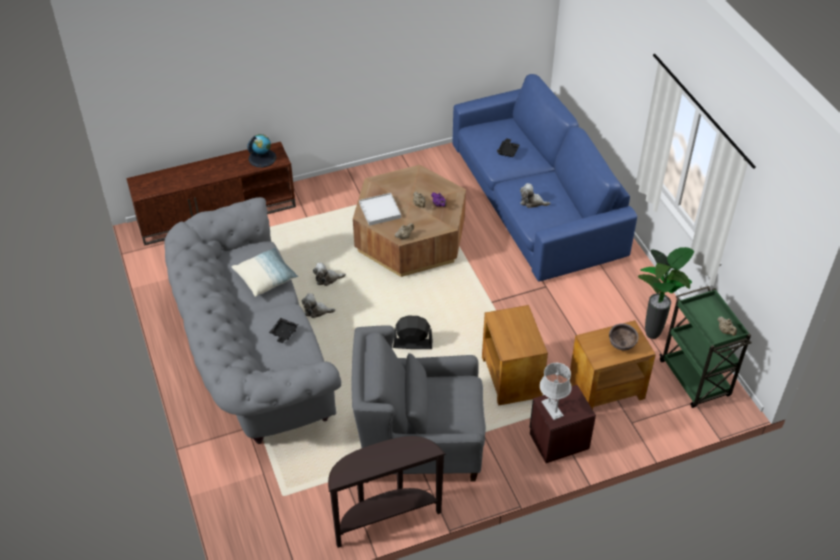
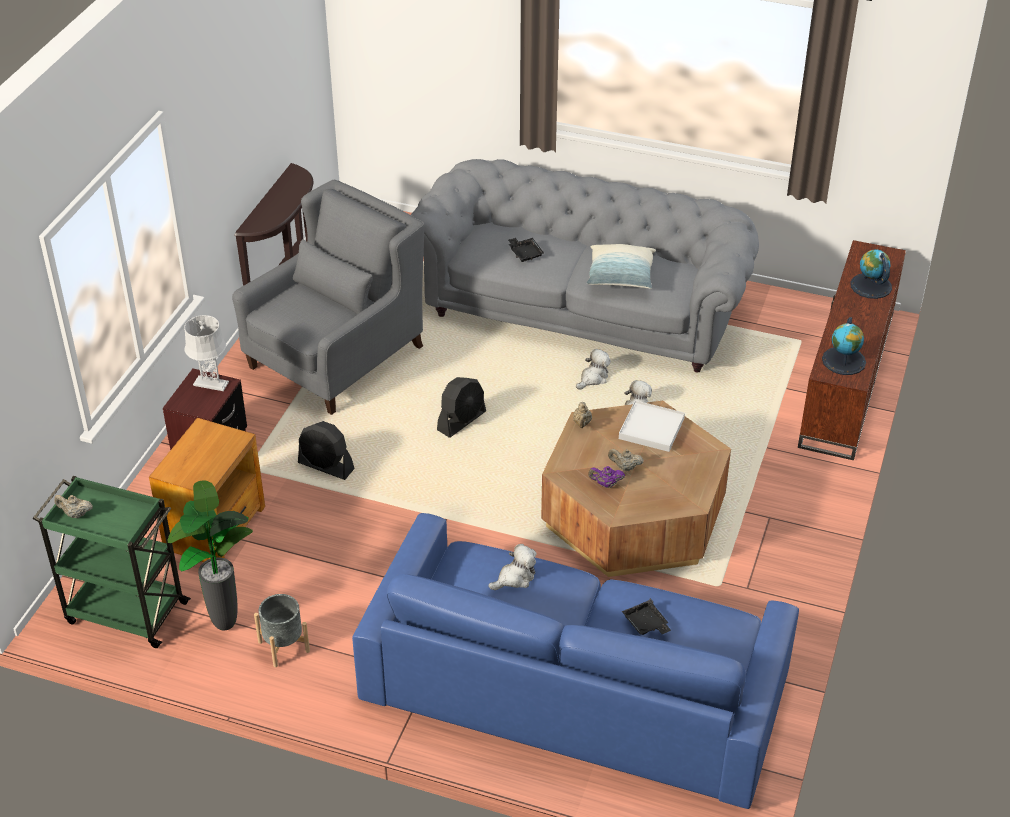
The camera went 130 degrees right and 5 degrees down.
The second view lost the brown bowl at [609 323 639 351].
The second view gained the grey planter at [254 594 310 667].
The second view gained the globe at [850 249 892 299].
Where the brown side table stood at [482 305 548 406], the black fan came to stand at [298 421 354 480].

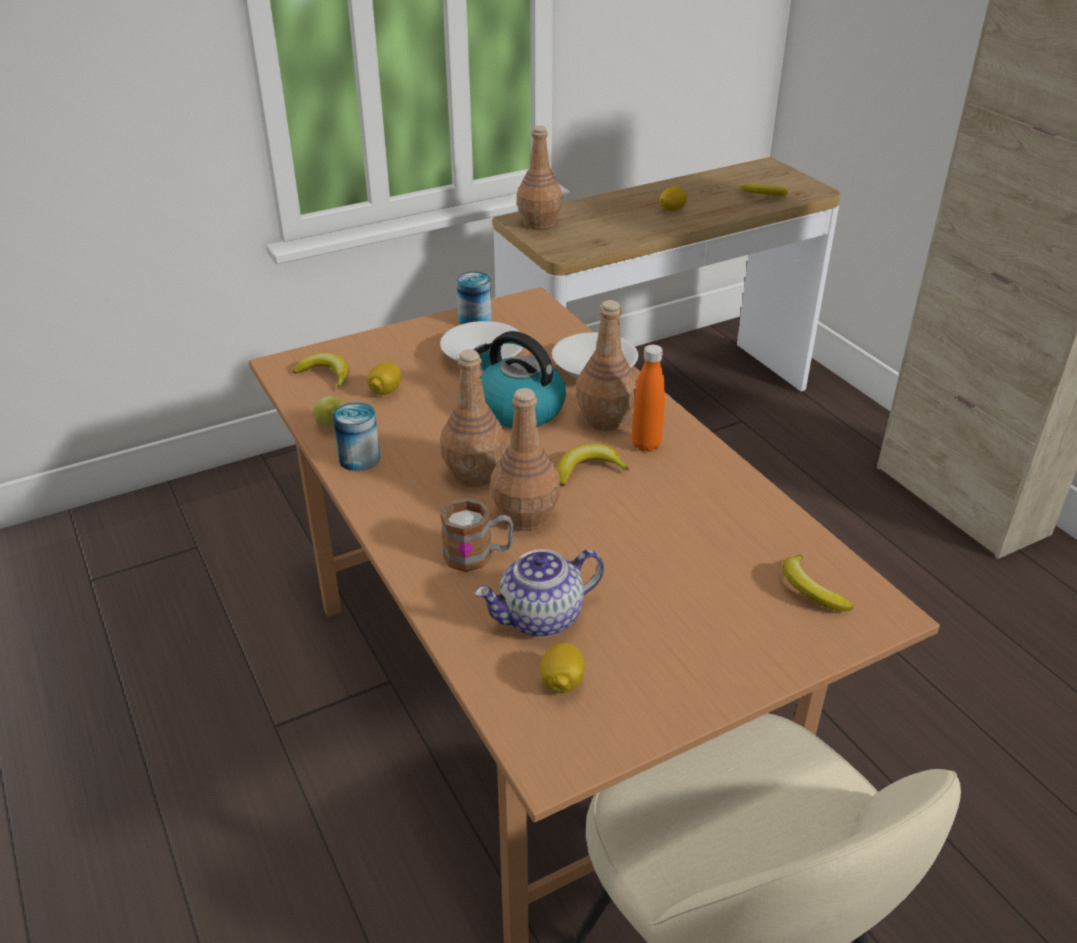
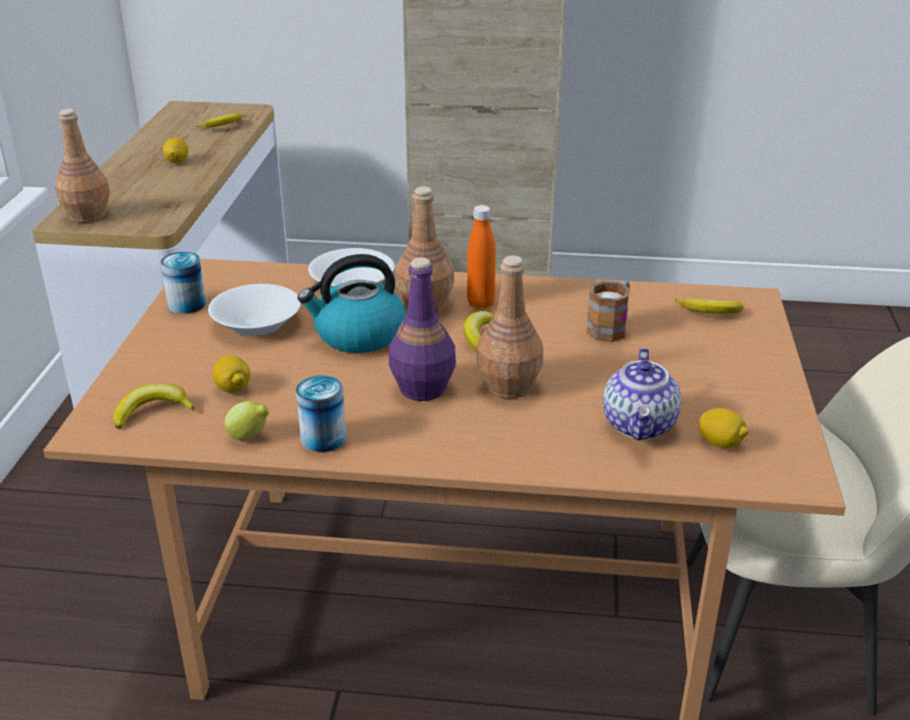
The camera went 55 degrees left and 5 degrees down.
The mug ended up elsewhere, having gone from [440 498 514 572] to [586 281 630 342].
What was the brown bottle at [440 349 507 487] turned into the purple bottle at [389 258 456 401].

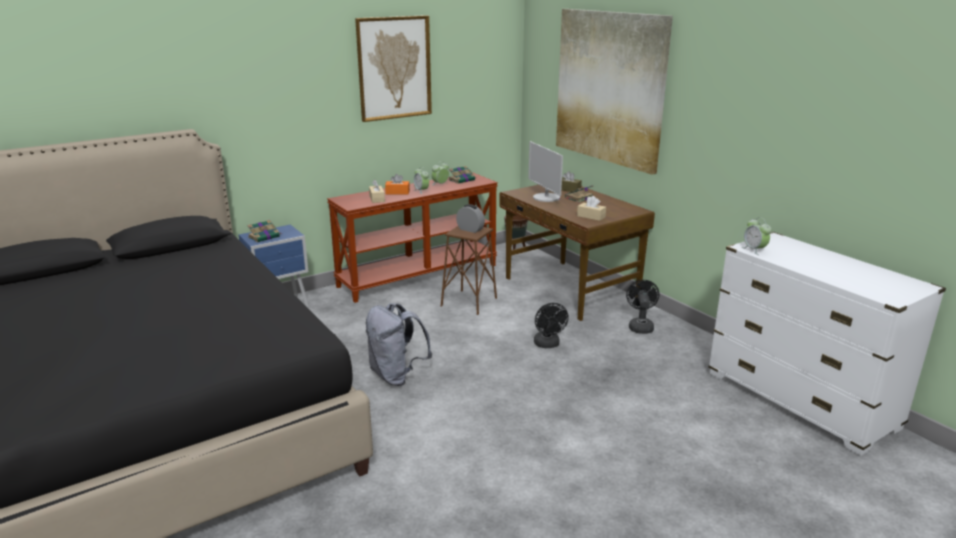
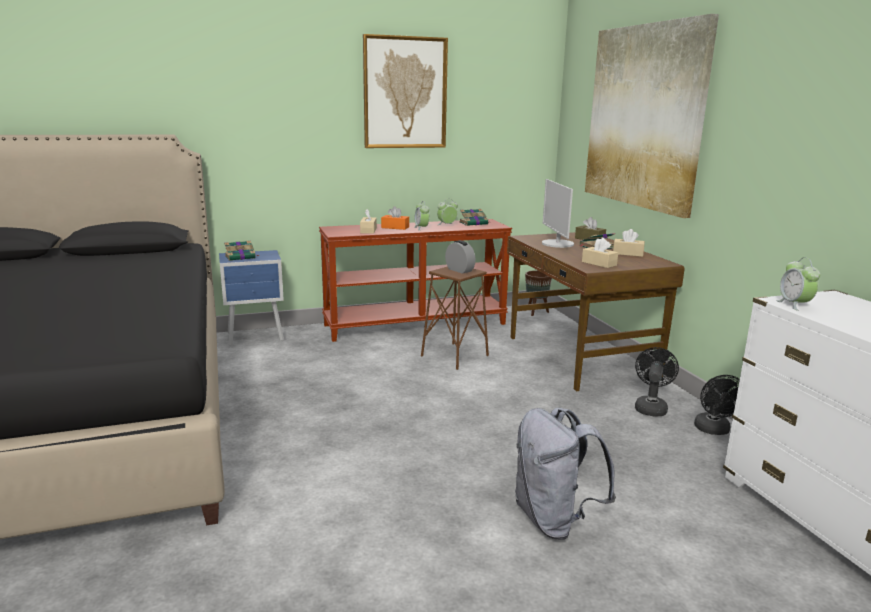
The camera went 15 degrees right and 5 degrees down.
The second view gained the beige tissue box at [613 229 645 257].
The grey backpack ended up elsewhere, having gone from [366 303 432 386] to [515 407 616 540].
The black fan ended up elsewhere, having gone from [534 303 569 348] to [694 375 740 435].

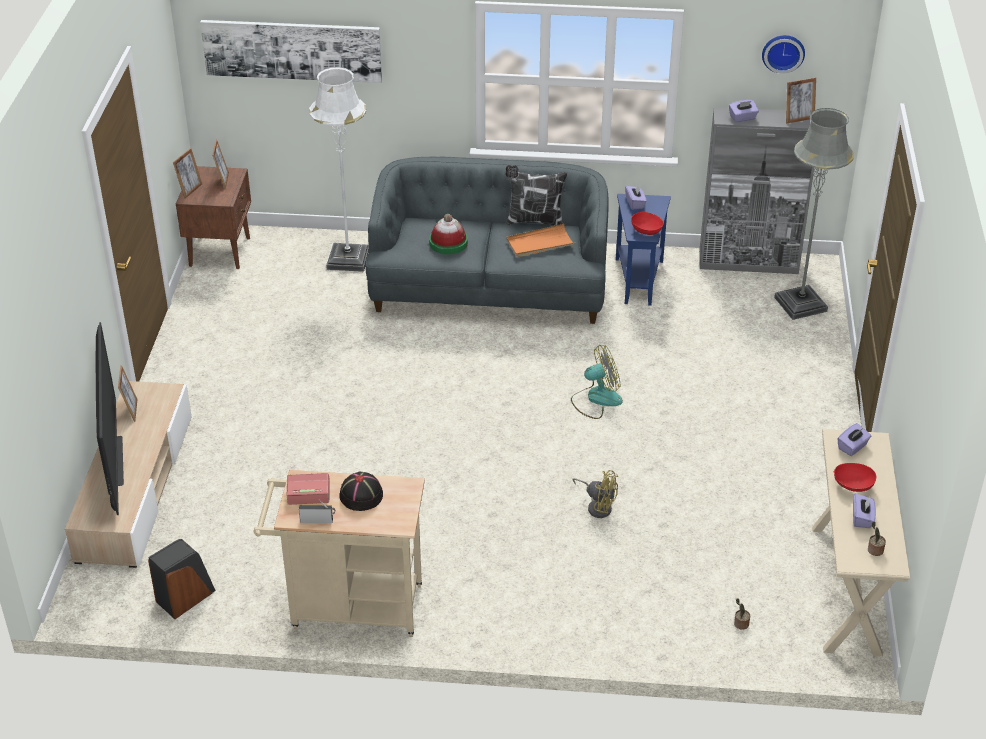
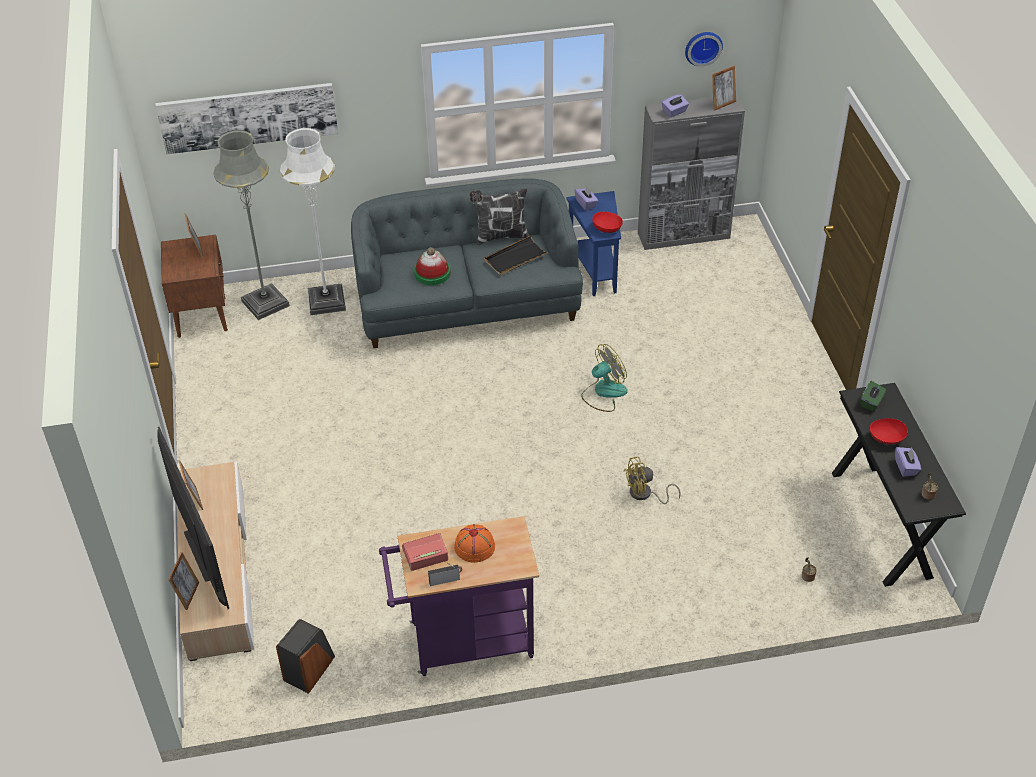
The camera went 15 degrees left and 5 degrees up.
The picture frame ended up elsewhere, having gone from [173 148 202 199] to [168 552 199 610].
The grey floor lamp ended up elsewhere, having gone from [774 108 854 320] to [213 130 290 320].
What was the beige cart at [253 470 425 637] turned into the purple cart at [379 516 539 676].
What was the black hat at [339 472 383 511] turned into the orange hat at [454 524 495 563].
What was the orange tray at [506 224 576 257] turned into the black tray at [484 235 549 276].
What was the beige console table at [812 429 910 657] turned into the black console table at [832 383 966 587].
What was the purple tissue box at [838 423 871 456] turned into the green tissue box at [860 381 886 411].
The yellow fan at [573 470 618 518] ended up facing another way, 150 degrees clockwise from before.

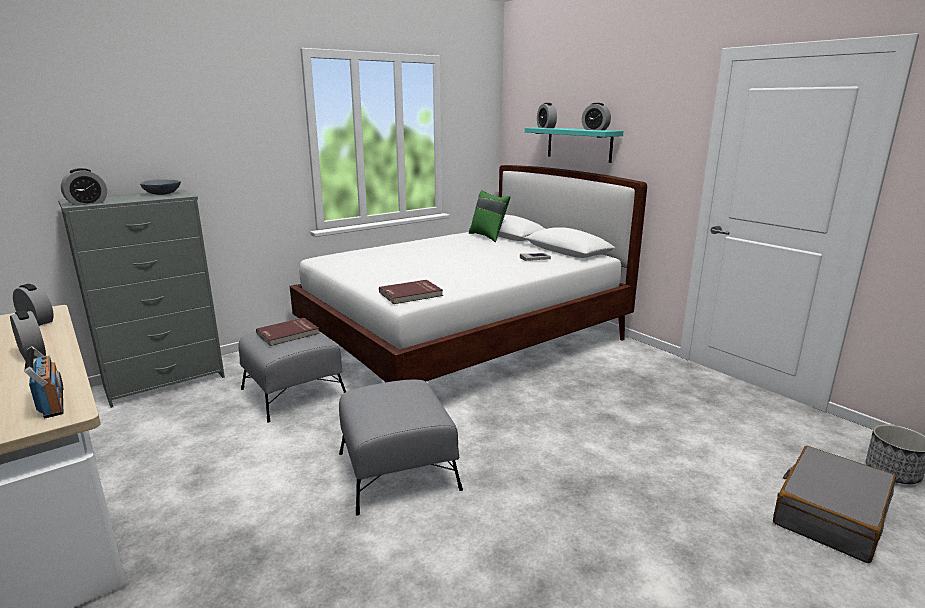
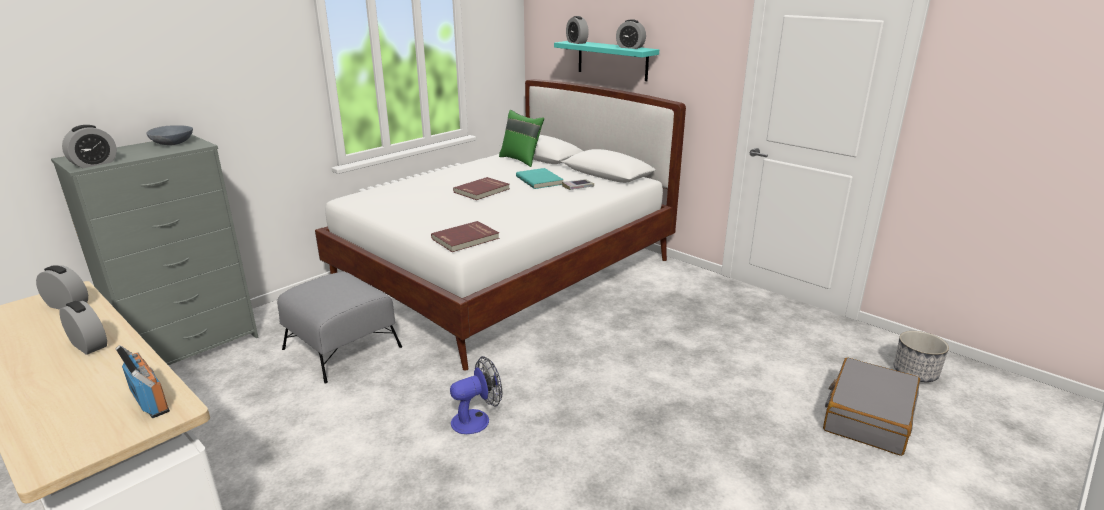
The camera went 10 degrees left and 5 degrees up.
The second view gained the turquoise book at [516 168 564 189].
The red book ended up elsewhere, having gone from [256 318 319 346] to [453 177 510 200].
Where the grey ottoman stood at [339 380 463 516], the fan came to stand at [450 356 503 434].

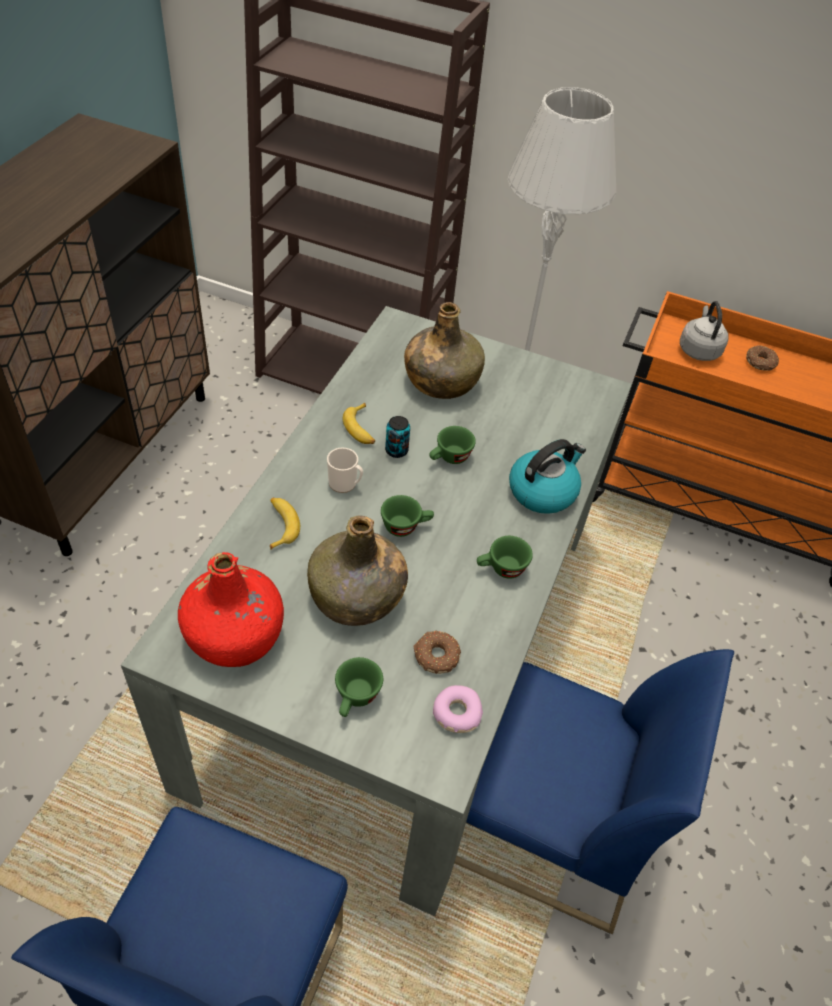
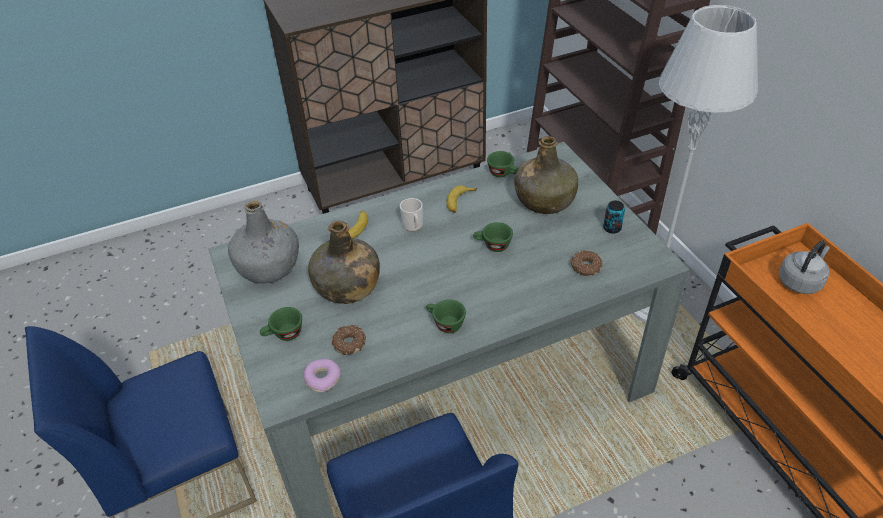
The camera went 50 degrees right and 5 degrees down.
The second view lost the kettle at [509 439 586 514].
The green cup ended up elsewhere, having gone from [381 495 434 537] to [487 151 518 177].
The can ended up elsewhere, having gone from [385 416 410 458] to [603 200 625 234].
The donut ended up elsewhere, having gone from [746 345 779 371] to [570 250 602 276].
What was the red bottle at [178 552 284 667] turned into the grey bottle at [228 200 299 284].

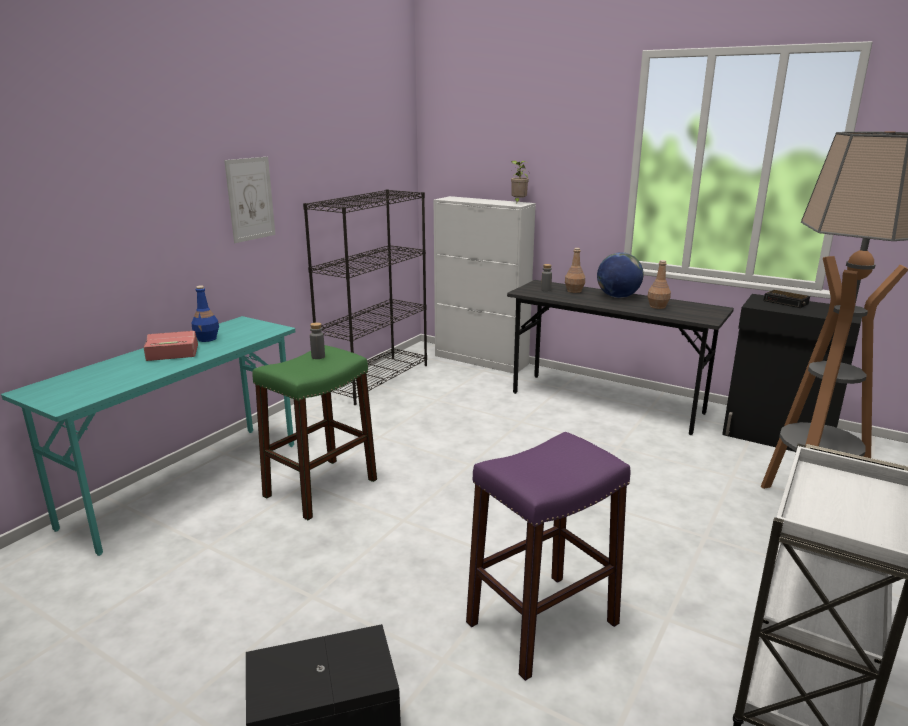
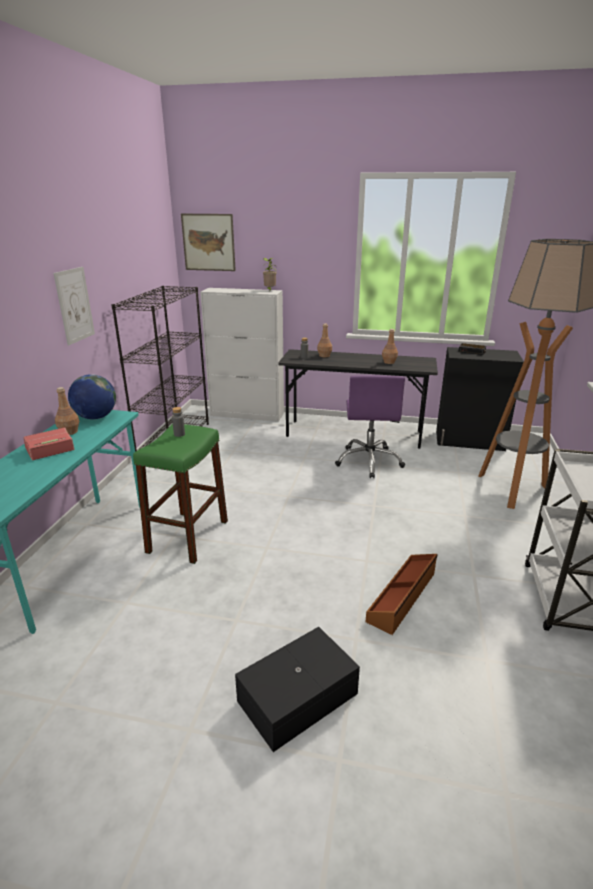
The camera went 20 degrees left and 5 degrees up.
The second view gained the picture at [181 214 236 271].
The second view gained the purple office chair at [335 375 405 478].
The globe ended up elsewhere, having gone from [597 252 644 298] to [68 374 116 419].
Where the purple stool stood at [466 432 631 681], the brown storage box came to stand at [366 554 438 635].
What was the blue bottle at [192 285 219 342] turned into the brown bottle at [55 387 79 435].

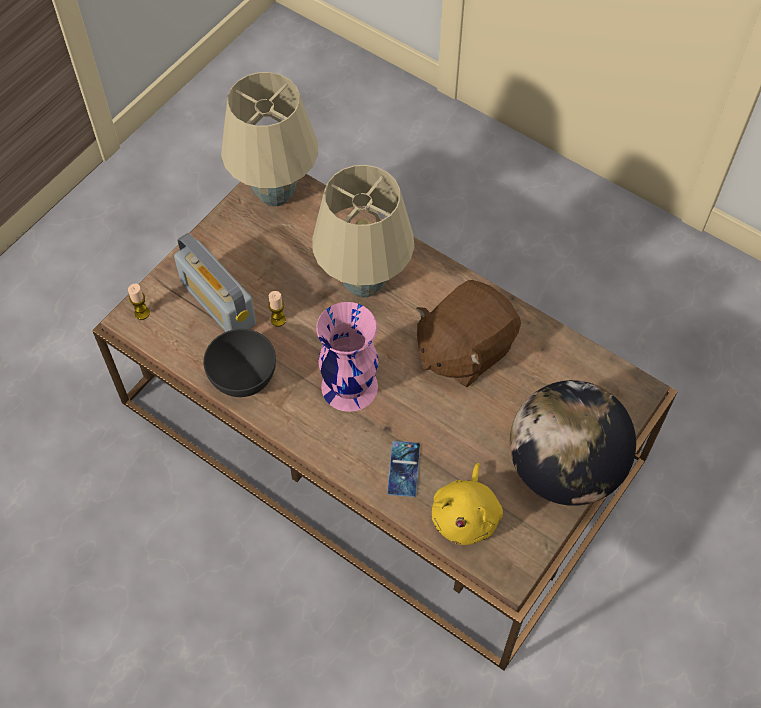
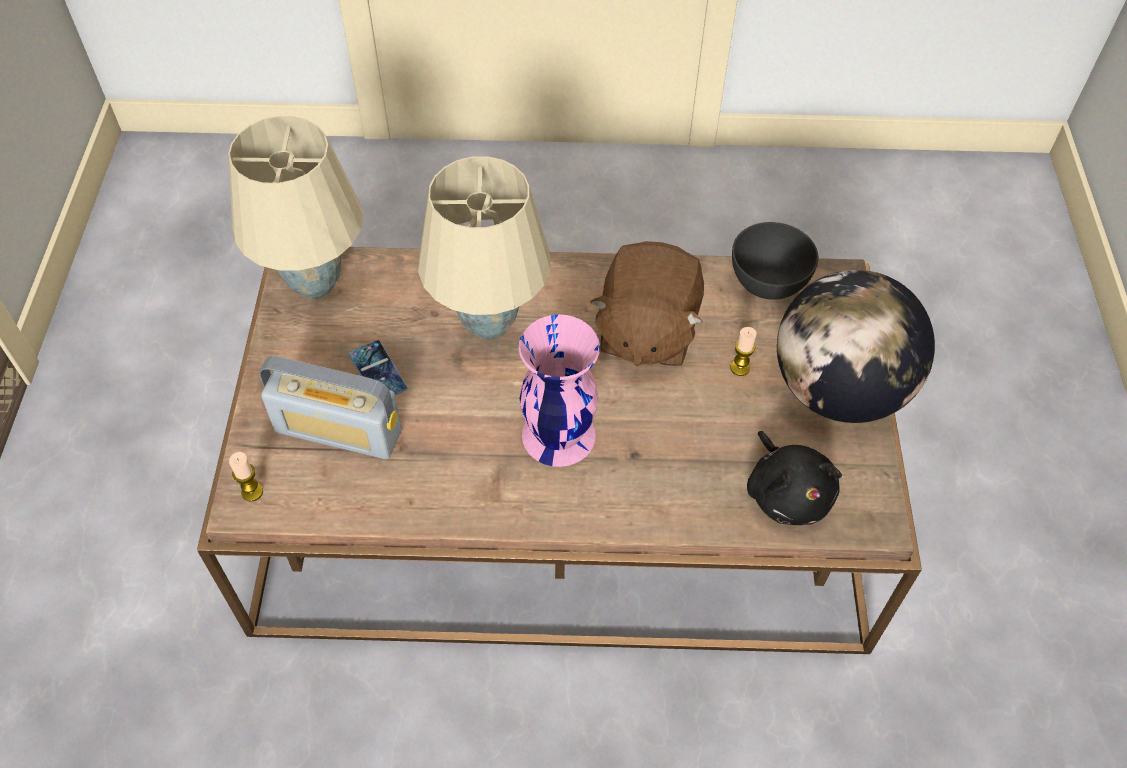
The camera went 35 degrees left and 5 degrees down.
The grey bowl ended up elsewhere, having gone from [203 329 276 397] to [732 222 818 300].
The candle ended up elsewhere, having gone from [268 291 286 327] to [730 327 757 376].
The phone ended up elsewhere, having gone from [387 441 420 497] to [349 340 407 395].
What was the yellow plush toy at [432 463 503 545] turned into the black plush toy at [747 431 842 525].

